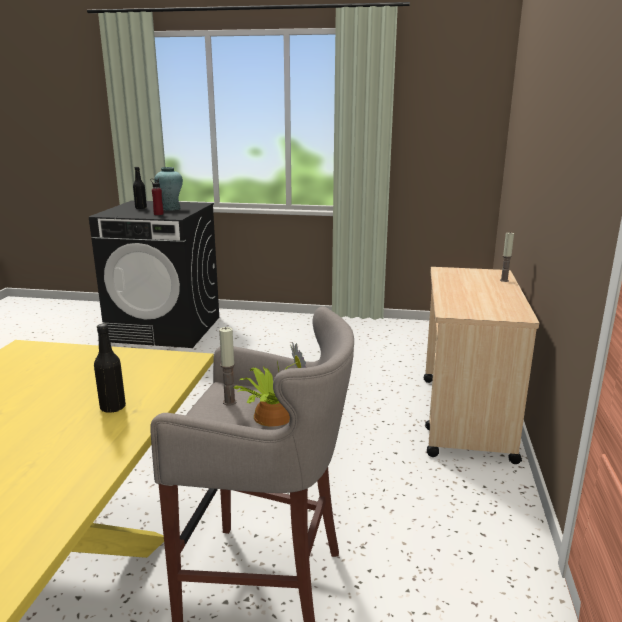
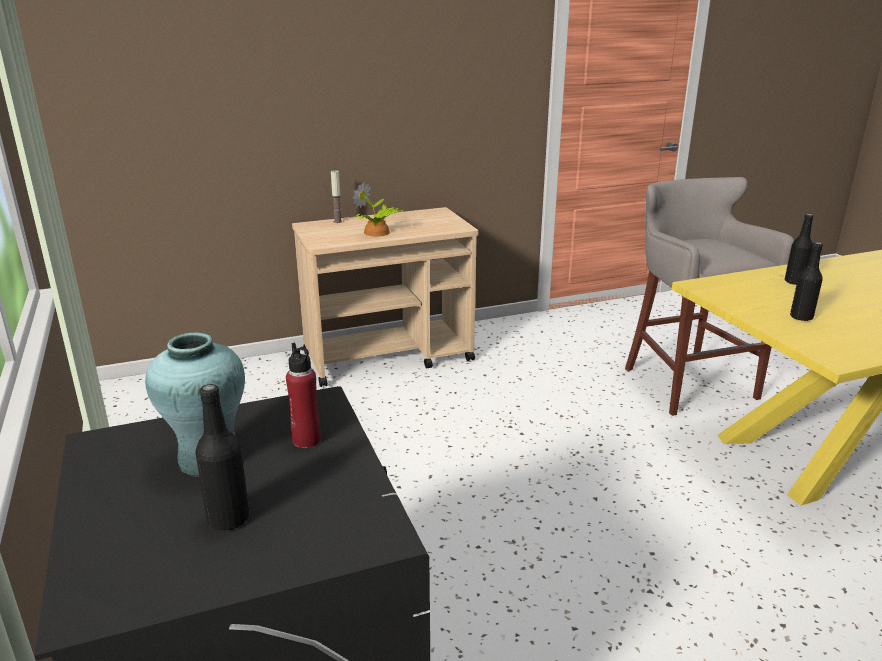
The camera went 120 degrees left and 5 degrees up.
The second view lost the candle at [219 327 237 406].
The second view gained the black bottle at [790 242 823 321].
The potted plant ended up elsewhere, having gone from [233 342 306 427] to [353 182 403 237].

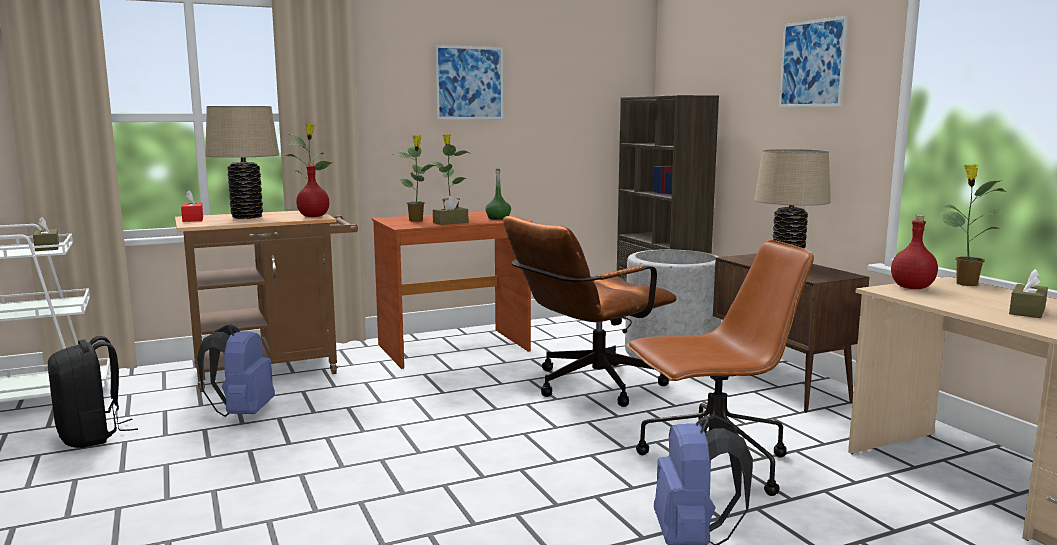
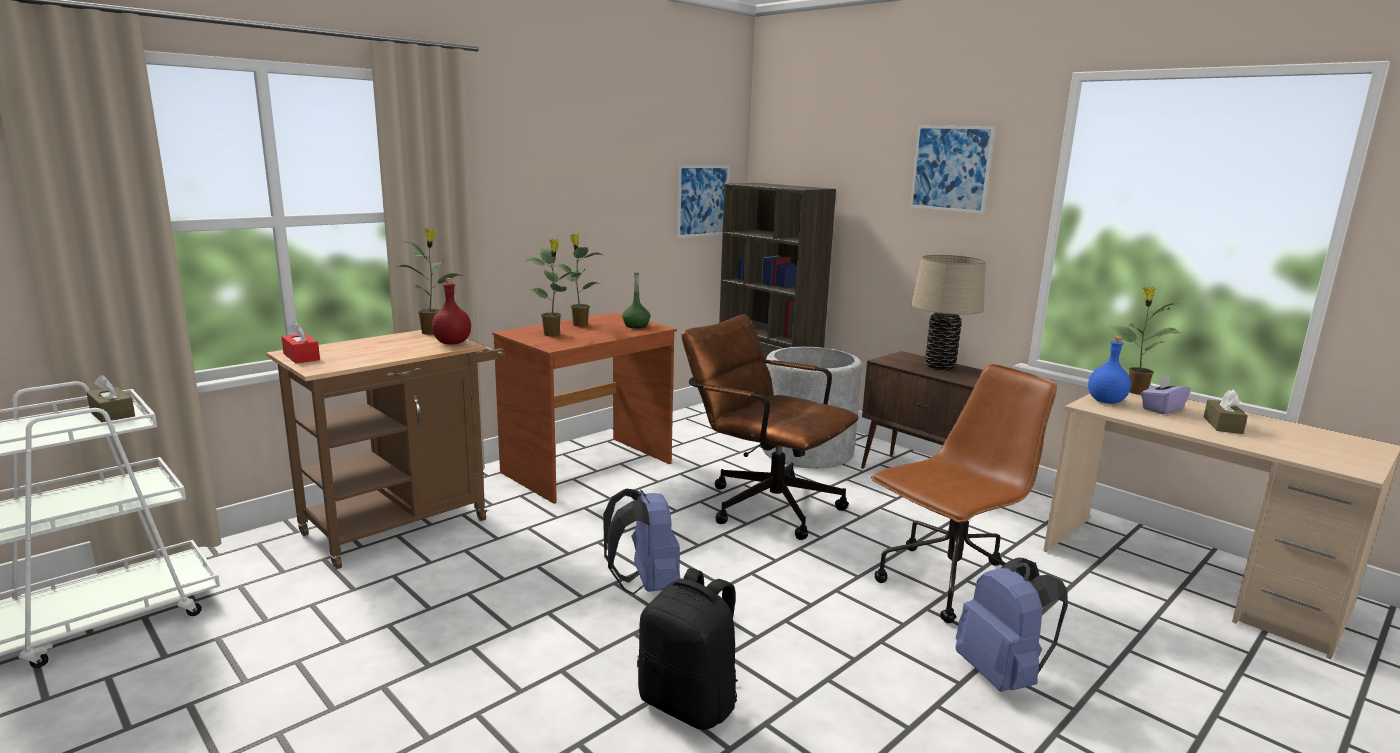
The camera went 20 degrees left and 5 degrees up.
The second view lost the beige table lamp at [205 106 279 219].
The second view lost the brown tissue box at [433 196 468 225].
The second view gained the purple tissue box at [1141 375 1191 414].
The black backpack ended up elsewhere, having gone from [48 336 138 448] to [637 568 738 730].
The blue backpack ended up elsewhere, having gone from [197 325 275 417] to [603 489 681 595].
The picture ended up elsewhere, having gone from [435 45 503 119] to [677 165 730 238].
What was the red bottle at [891 215 938 289] turned into the blue bottle at [1088 336 1131 404].
The brown office chair at [503 216 677 407] ended up facing another way, 90 degrees clockwise from before.

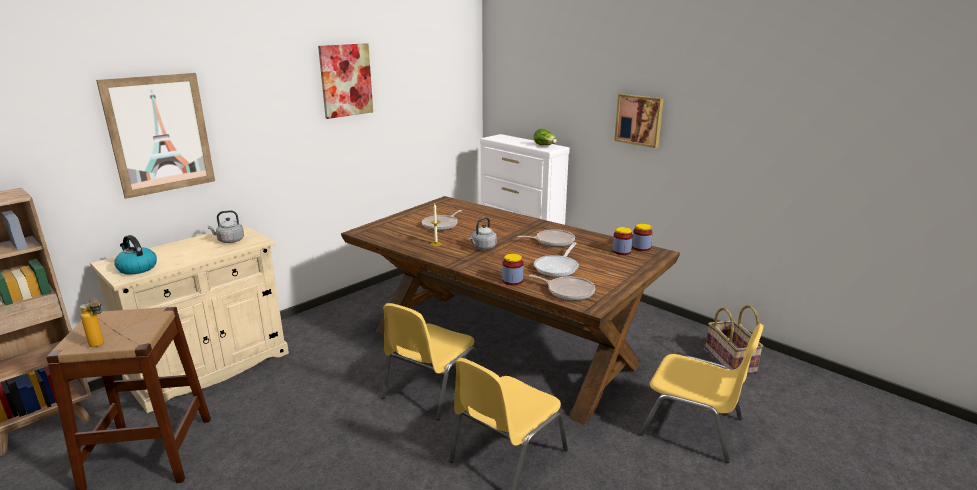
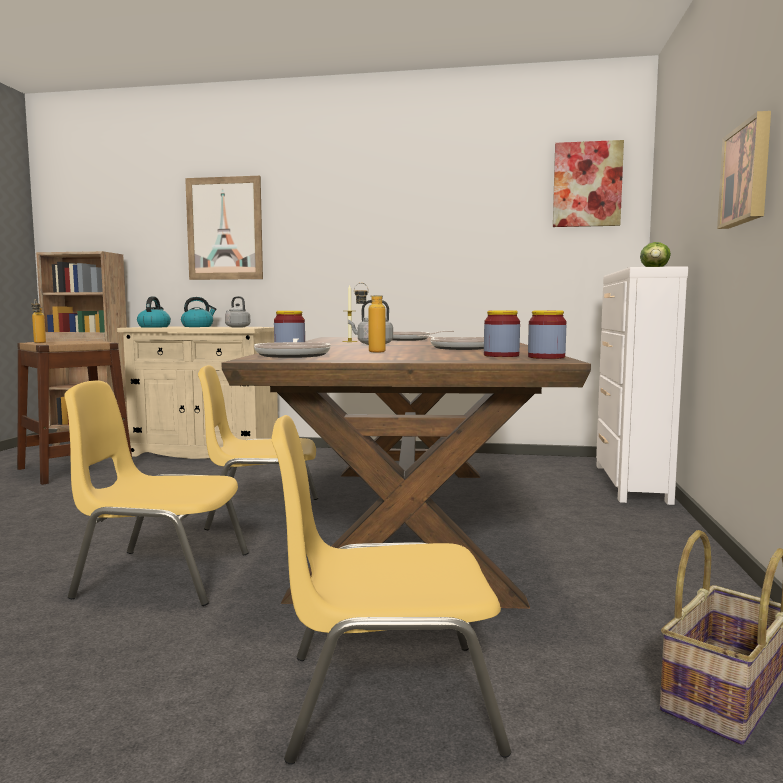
The camera went 55 degrees right and 15 degrees down.
The second view gained the kettle at [181 297 217 327].
The picture ended up elsewhere, having gone from [318 43 373 119] to [553 140 624 227].
Where the frying pan stood at [534 242 579 277], the bottle came to stand at [354 283 385 352].
The yellow chair at [639 324 764 463] ended up facing another way, 90 degrees clockwise from before.

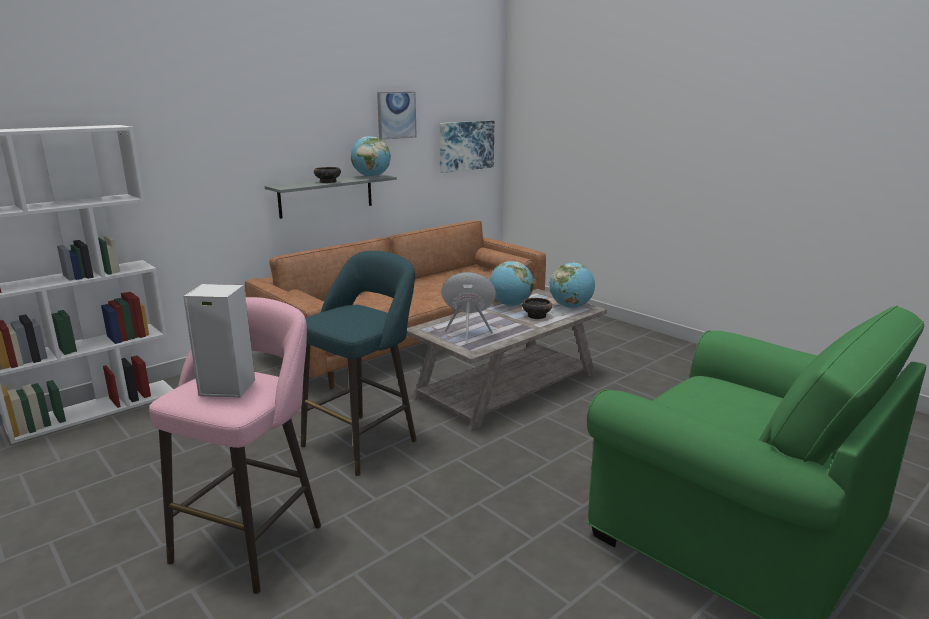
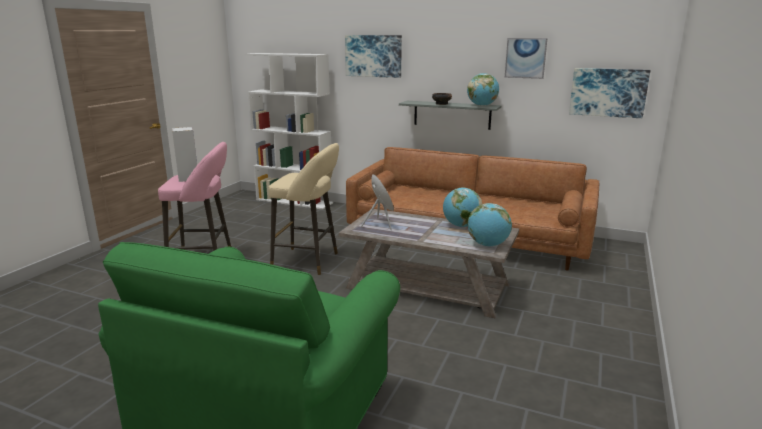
The camera went 65 degrees right and 0 degrees up.
The second view lost the bowl at [522 298 552 319].
The second view gained the picture at [345 35 402 78].
What was the turquoise stool at [301 251 417 476] turned into the beige stool at [268 143 339 275].

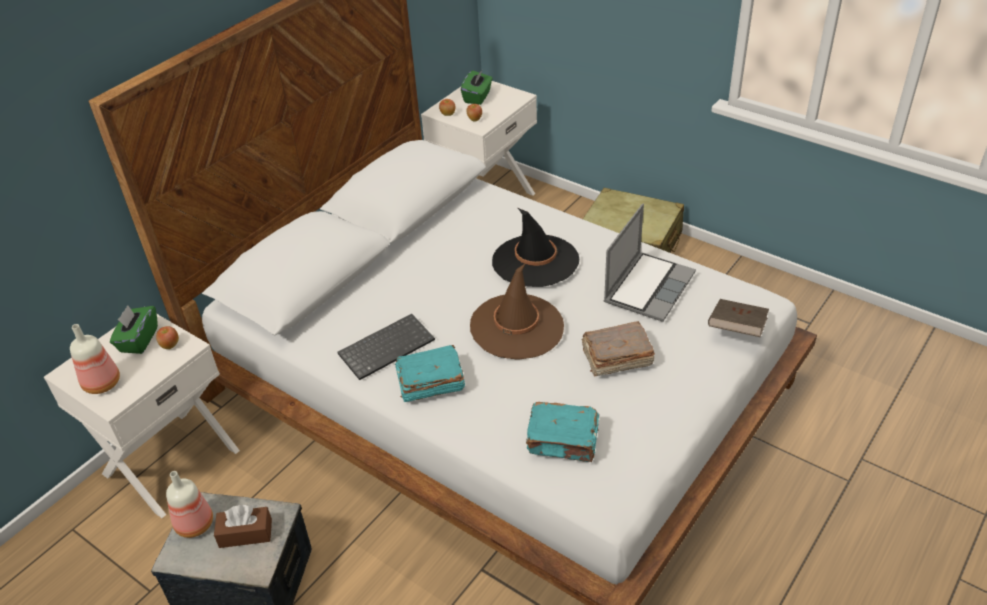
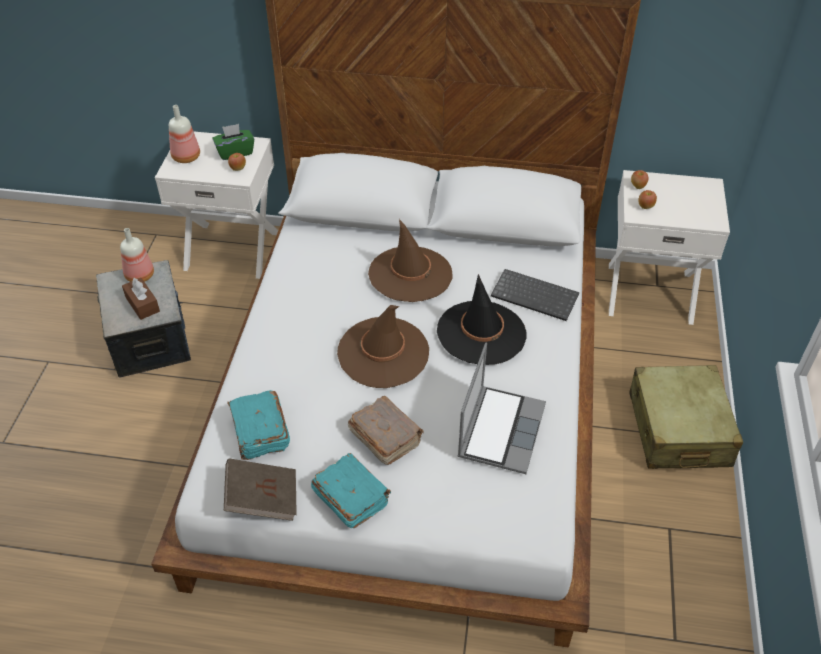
The camera went 60 degrees right and 5 degrees up.
The second view lost the green tissue box at [461 69 493 105].
The second view gained the brown hat at [368 219 453 302].
The keyboard ended up elsewhere, having gone from [337 314 435 380] to [491 269 579 321].
The turquoise book ended up elsewhere, having gone from [395 345 465 402] to [311 453 391 529].
The brown book ended up elsewhere, having gone from [708 299 769 337] to [224 458 297 521].
The laptop at [604 204 696 322] ended up facing another way, 75 degrees counterclockwise from before.

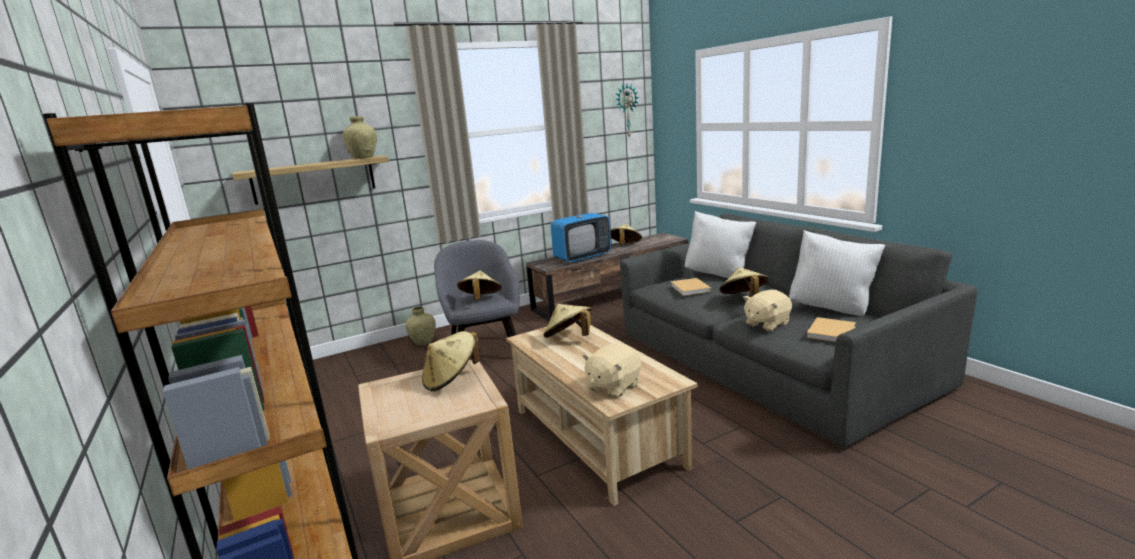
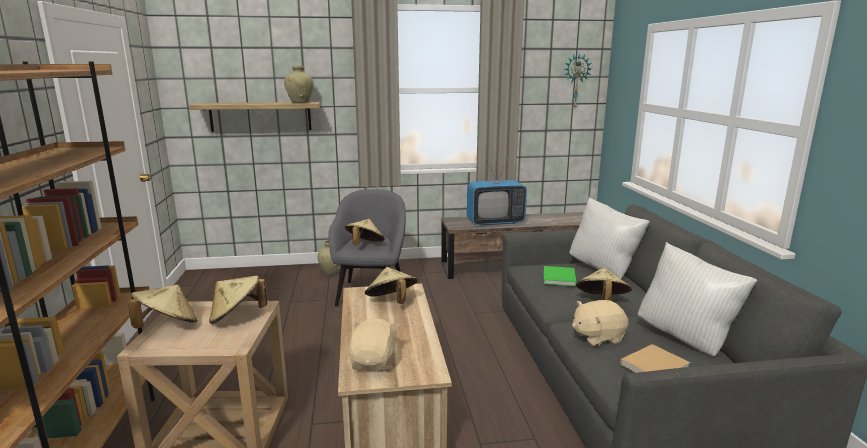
The camera went 20 degrees right and 0 degrees up.
The beige hat ended up elsewhere, having gone from [610 224 642 245] to [128 285 197 329].
What was the beige book at [671 278 711 296] turned into the green book at [544 266 576 286].
The beige plush toy at [583 343 642 398] ended up facing another way, 120 degrees clockwise from before.

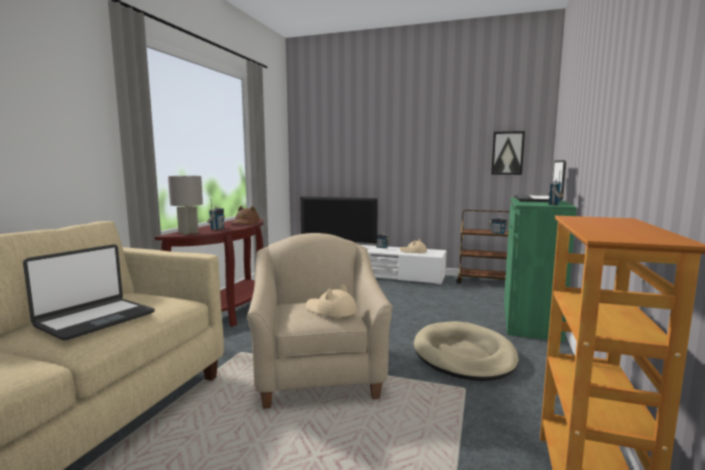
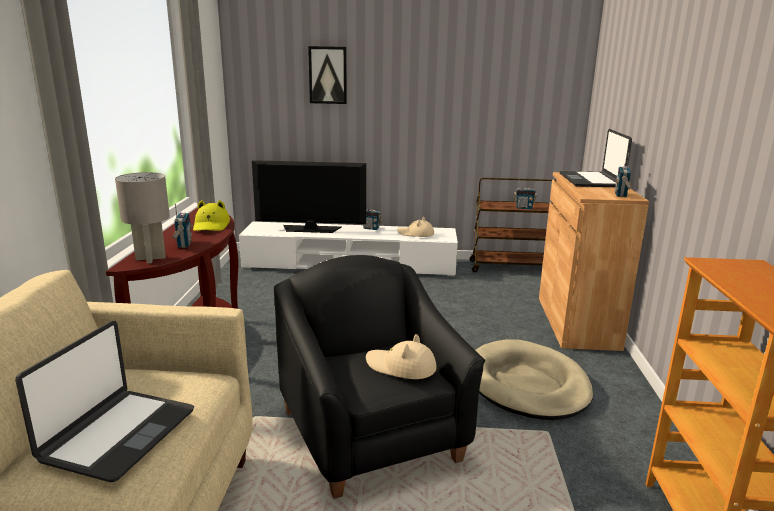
The camera went 15 degrees left and 10 degrees up.
The picture ended up elsewhere, having gone from [491 131 525 175] to [308 46 347 104].
What was the brown hat at [231 206 260 225] turned into the yellow hat at [193 200 230 231].
What was the beige armchair at [247 233 393 409] turned into the black armchair at [274 255 485 499].
What was the green cabinet at [504 197 577 342] turned into the brown cabinet at [539 172 649 351].

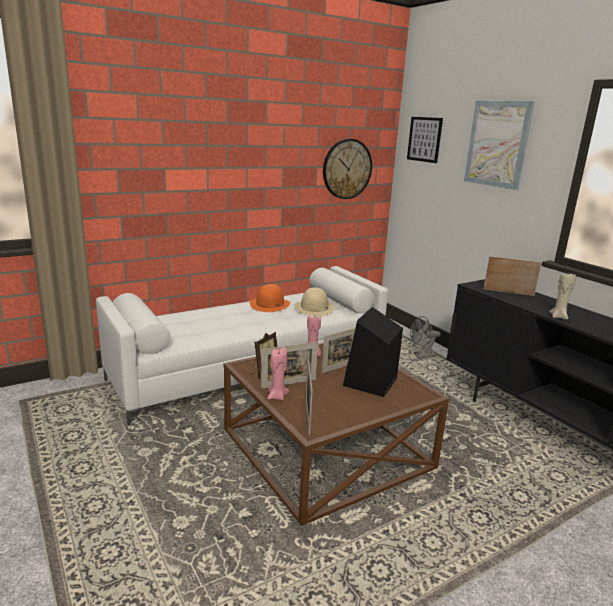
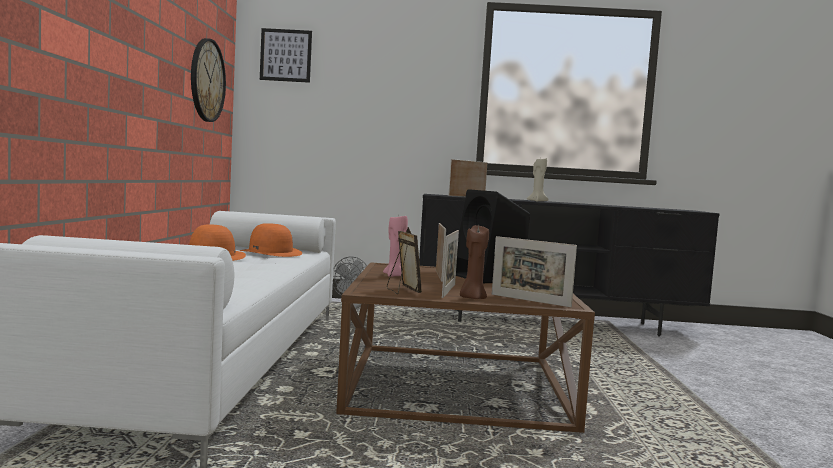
The camera went 55 degrees left and 15 degrees down.
The second view lost the picture at [464 101 535 190].
What was the pink candle at [267 347 289 401] turned into the brown candle at [460 225 489 299].
What was the beige hat at [295 287 335 316] turned into the orange hat at [239 223 302 257].

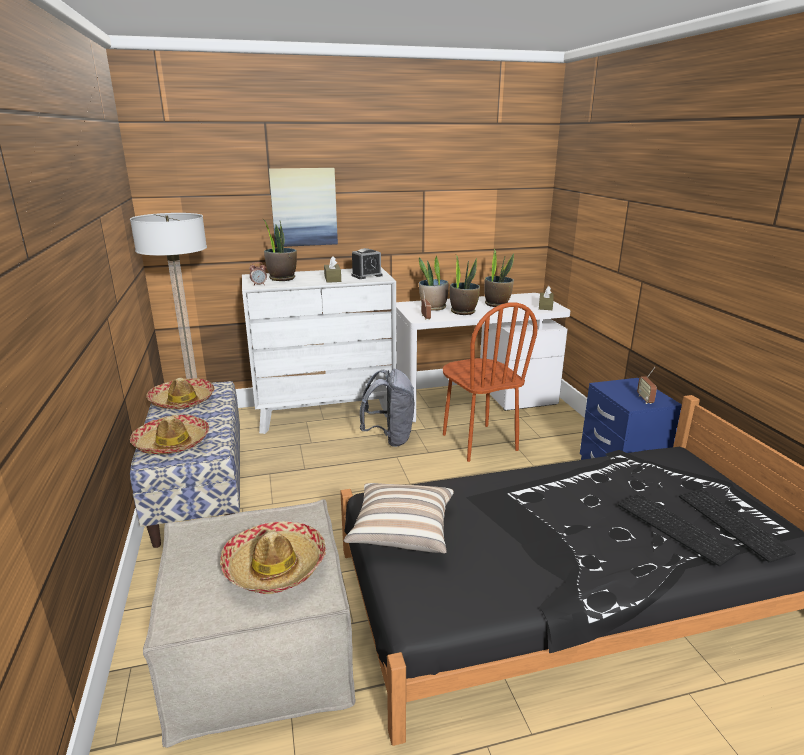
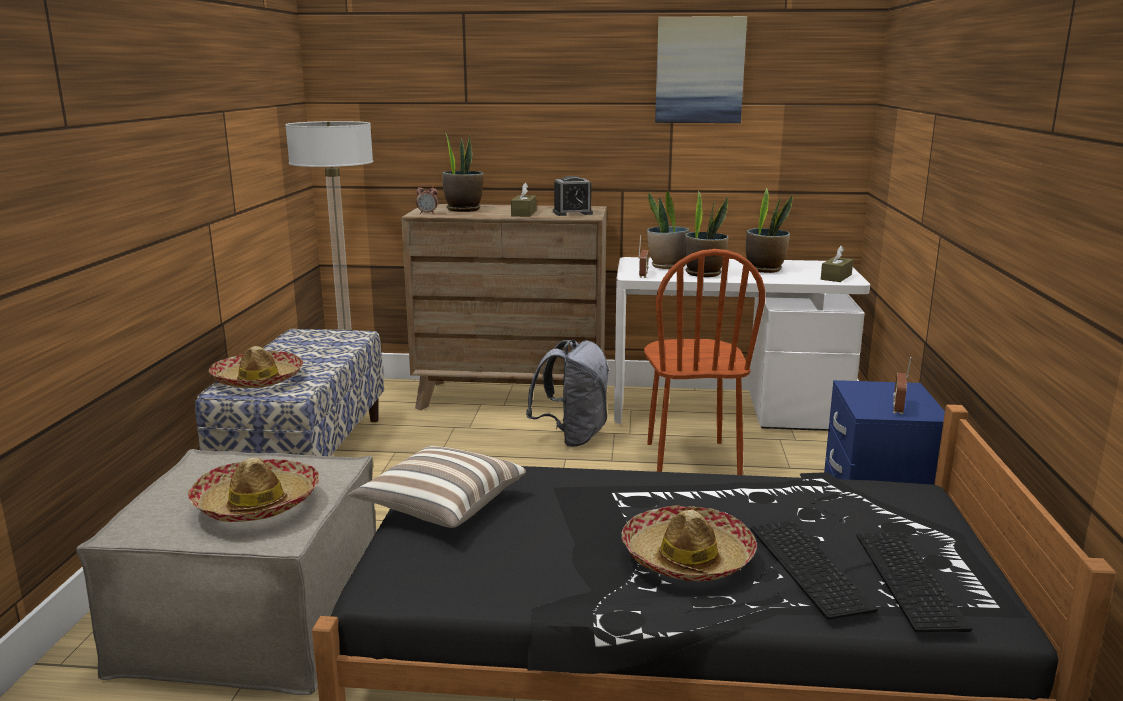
The camera went 20 degrees right and 5 degrees down.
The hat ended up elsewhere, having gone from [146 378 215 409] to [621 505 757 581].
The picture ended up elsewhere, having gone from [269 168 338 247] to [655 16 747 123].
What was the white dresser at [242 267 397 434] turned into the brown dresser at [401 204 607 410].

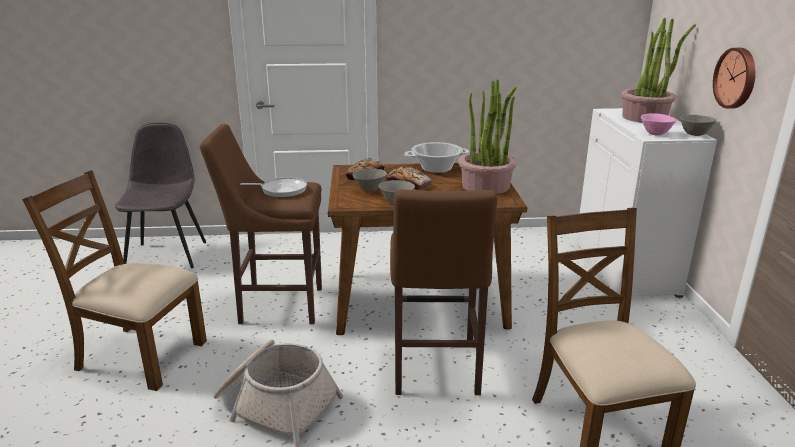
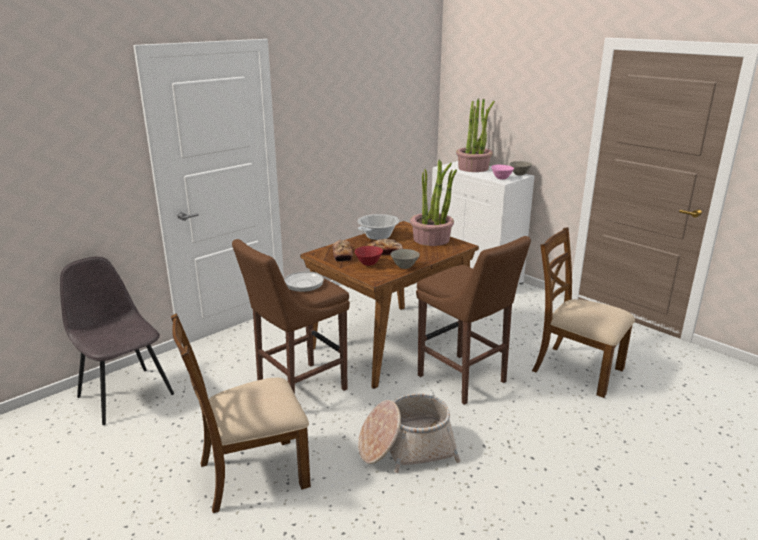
The camera went 40 degrees left and 0 degrees up.
The second view lost the wall clock at [713 48 756 108].
What was the grey bowl at [353 168 387 192] turned into the red bowl at [355 246 383 266].

